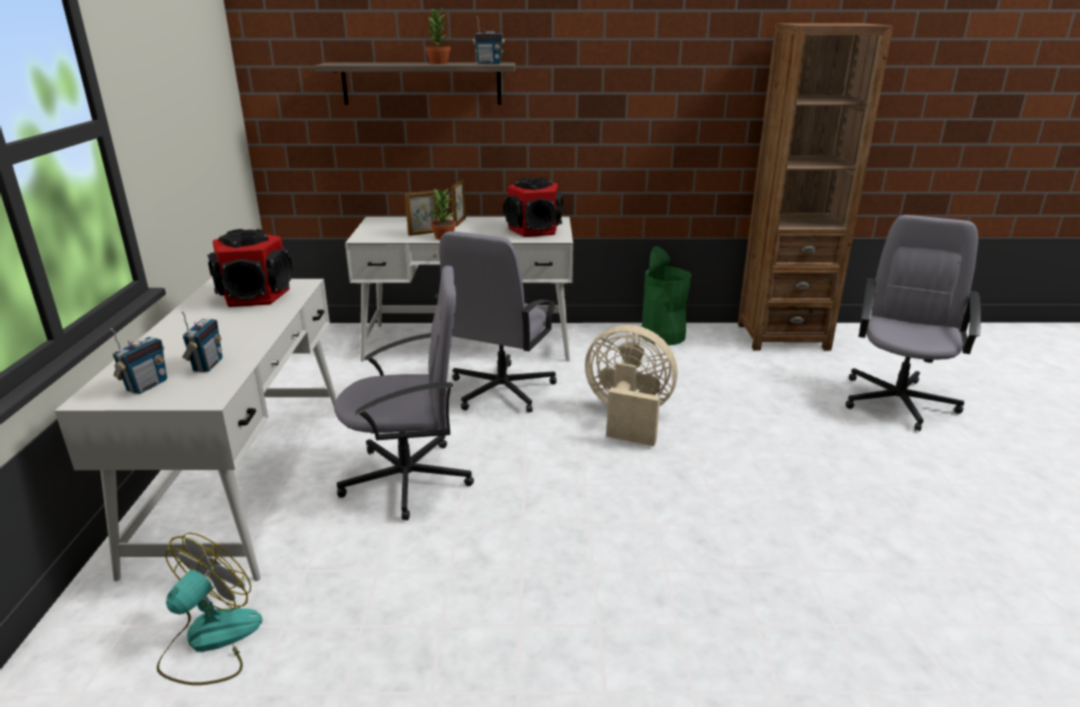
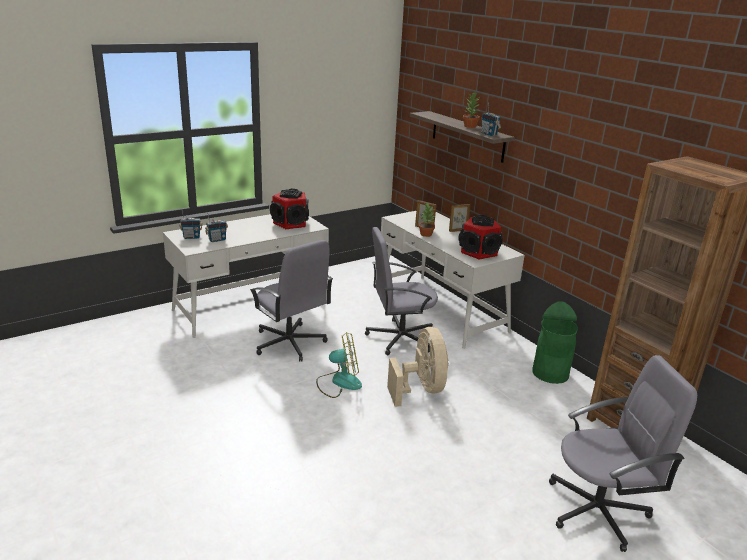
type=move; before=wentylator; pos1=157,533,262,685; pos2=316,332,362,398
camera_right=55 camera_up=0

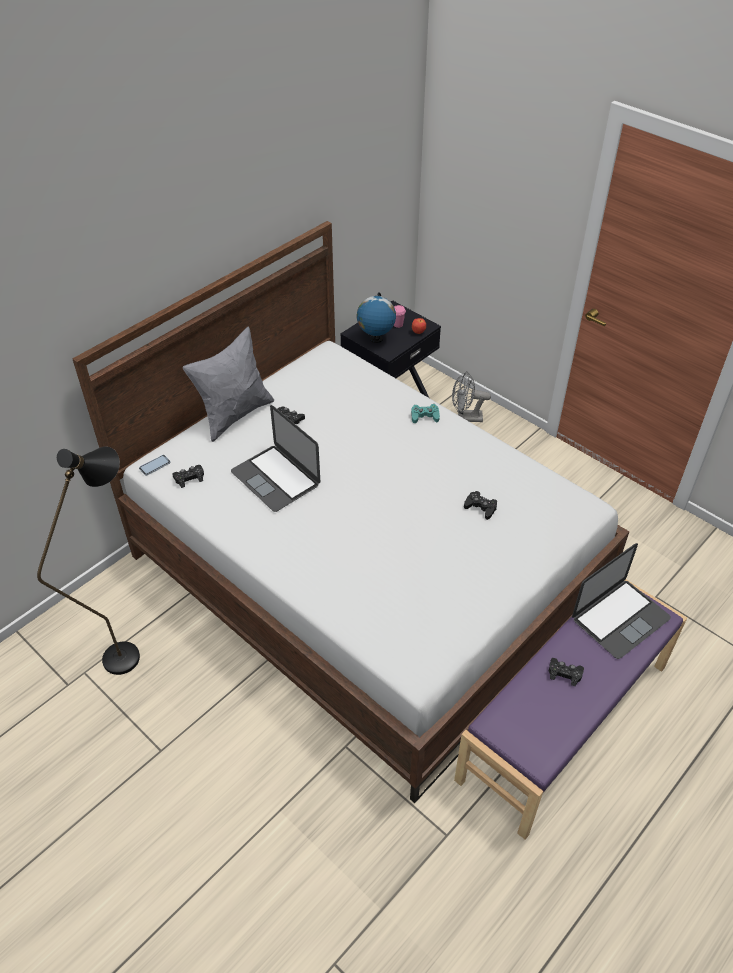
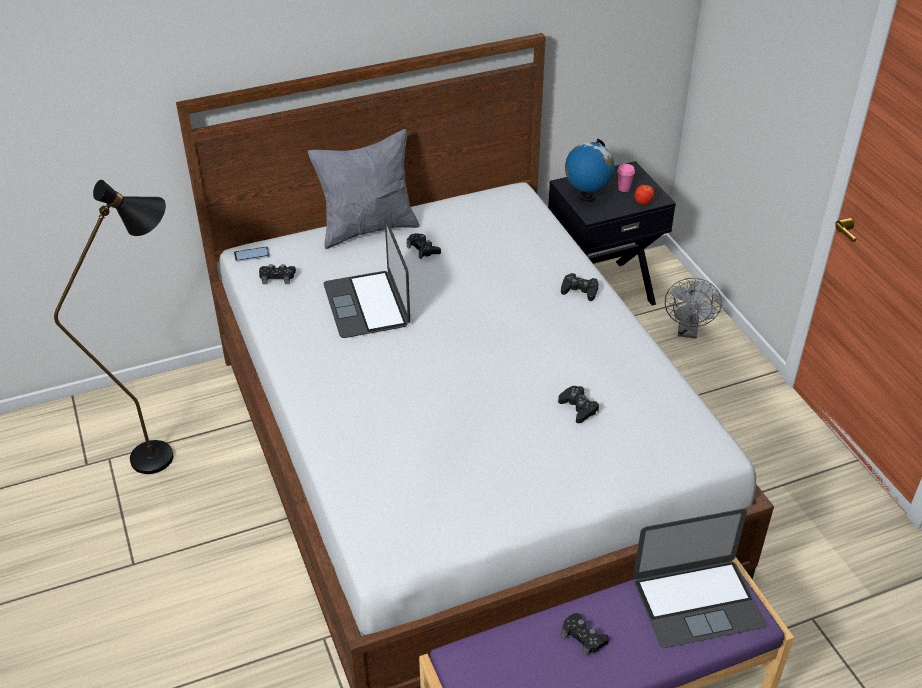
type=recolor; before=pad do gier/turkusowy; after=pad do gier/czarny; pos1=411,404,440,423; pos2=561,273,599,301
type=rotate; before=wentylator/szary; pos1=452,372,491,422; pos2=665,278,722,339; turn=-105
camera_right=25 camera_up=-5

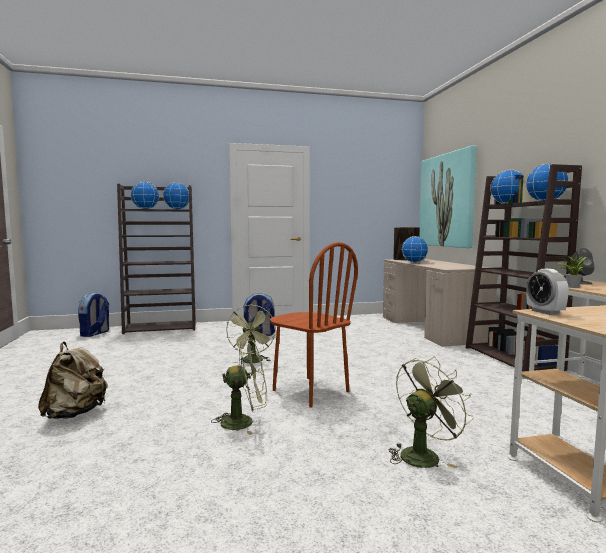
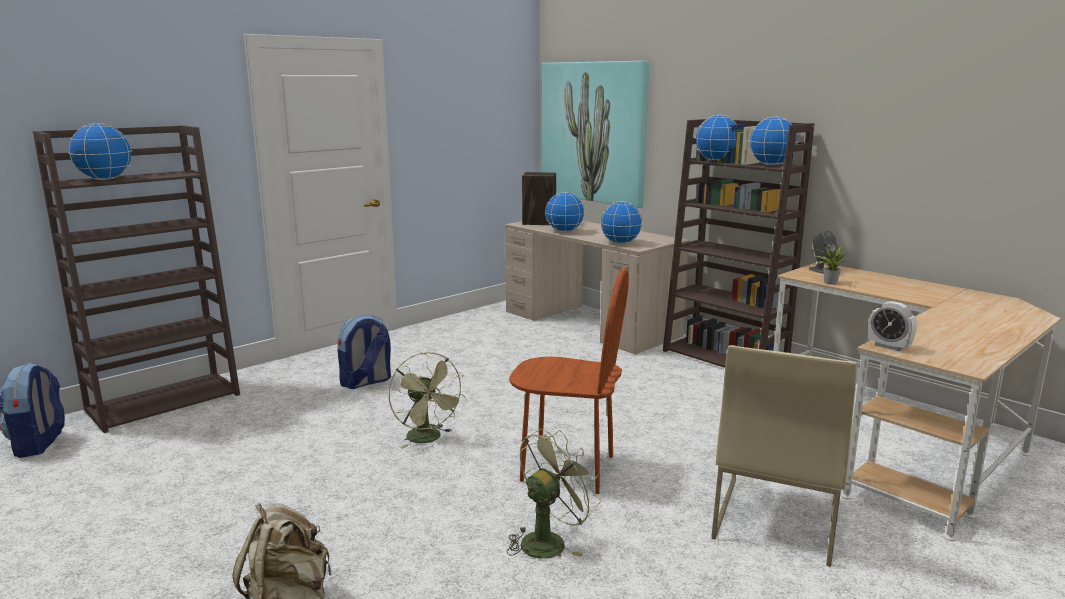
type=move; before=globus; pos1=163,182,189,209; pos2=600,201,643,244
type=replace; before=wentylator/zielony; after=krzesło/beżowy; pos1=389,357,474,468; pos2=711,345,856,567
camera_right=-30 camera_up=10

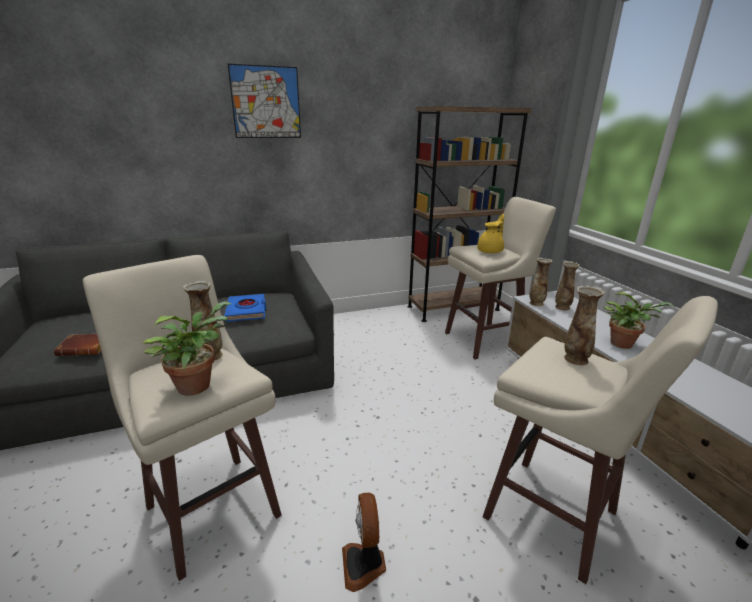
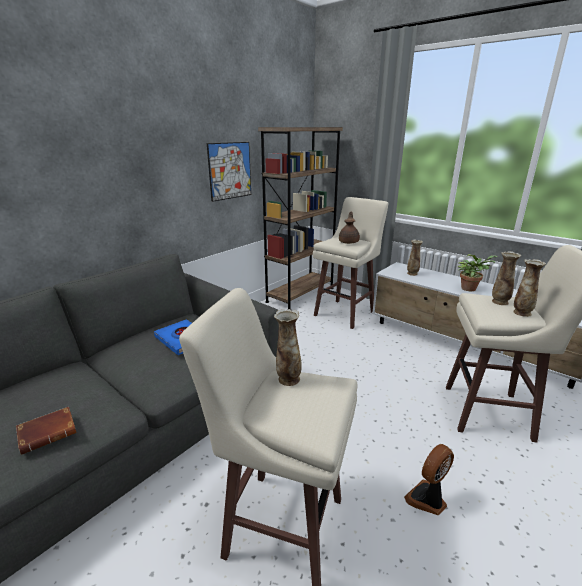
type=delete; before=roślina doniczkowa; pos1=143,301,232,396
type=move; before=obraz; pos1=228,64,301,138; pos2=207,142,251,202
type=move; before=wazon; pos1=529,258,552,306; pos2=513,259,546,317
type=recolor; before=imbryk/żółty; after=imbryk/brązowy; pos1=477,214,504,253; pos2=339,211,360,244
type=rotate; before=wentylator; pos1=342,493,386,592; pos2=404,444,454,515; turn=90
camera_right=-30 camera_up=0

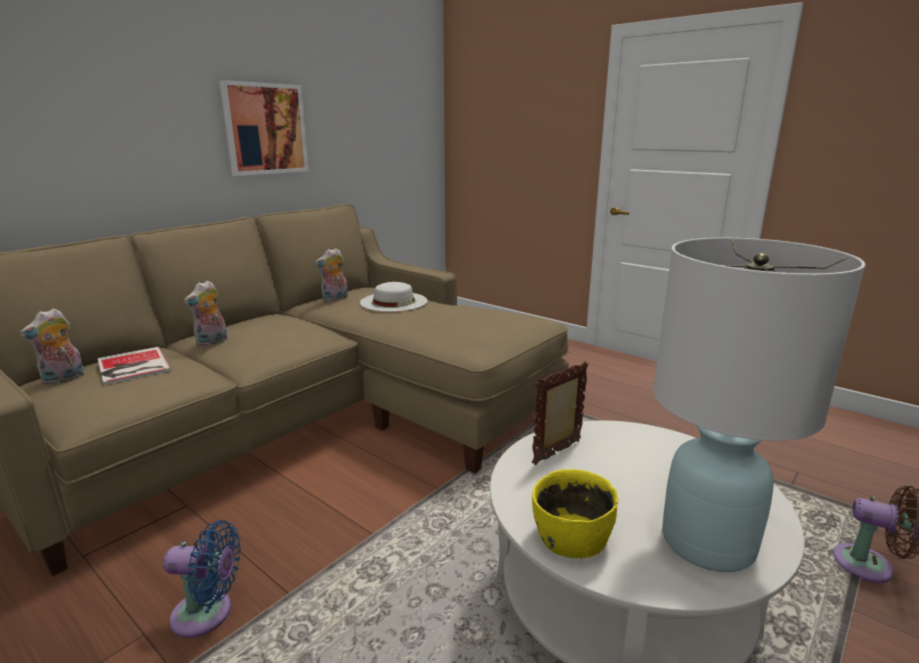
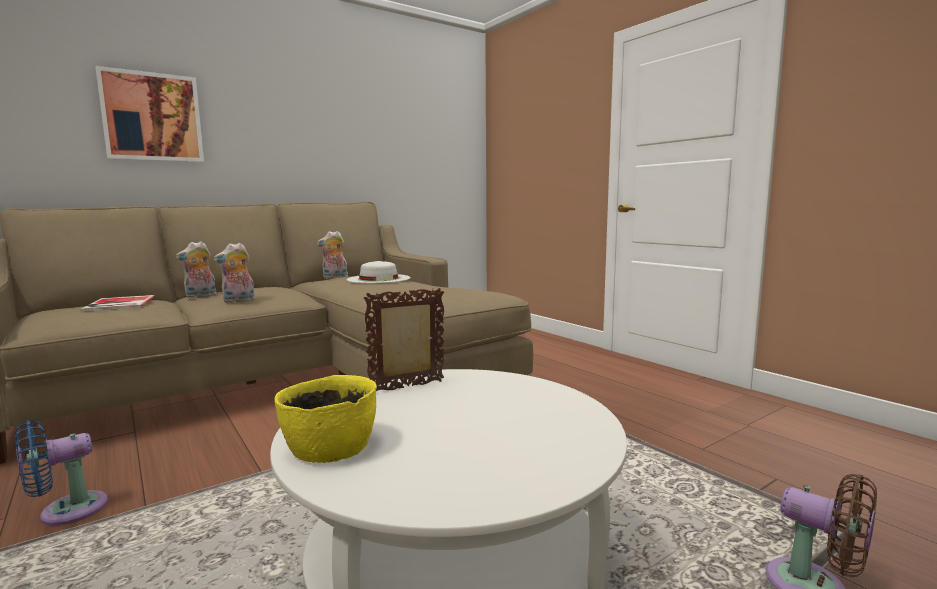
type=delete; before=lampa stołowa/biały; pos1=653,238,865,572
type=move; before=pluszak; pos1=19,308,85,385; pos2=213,243,255,303
type=move; before=obraz; pos1=219,80,309,176; pos2=95,66,204,162
type=rotate; before=wentylator/niebieski; pos1=163,520,241,638; pos2=15,420,108,526; turn=120
camera_right=15 camera_up=-10

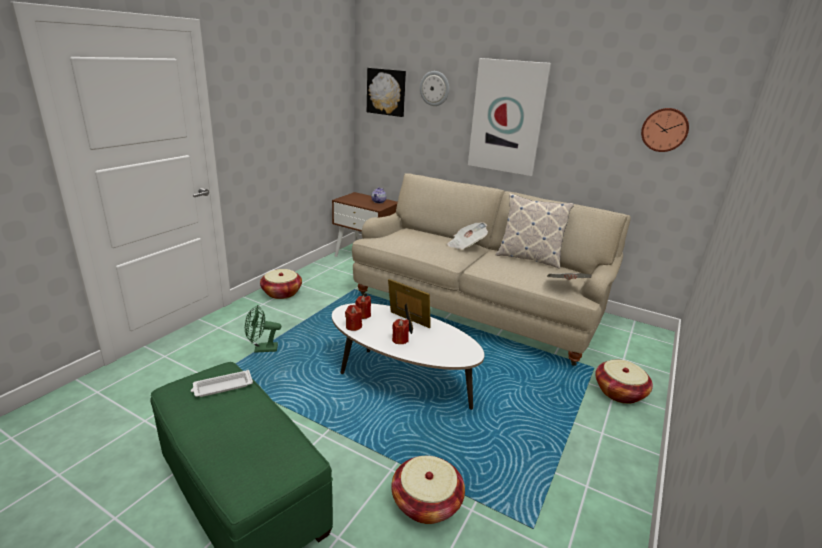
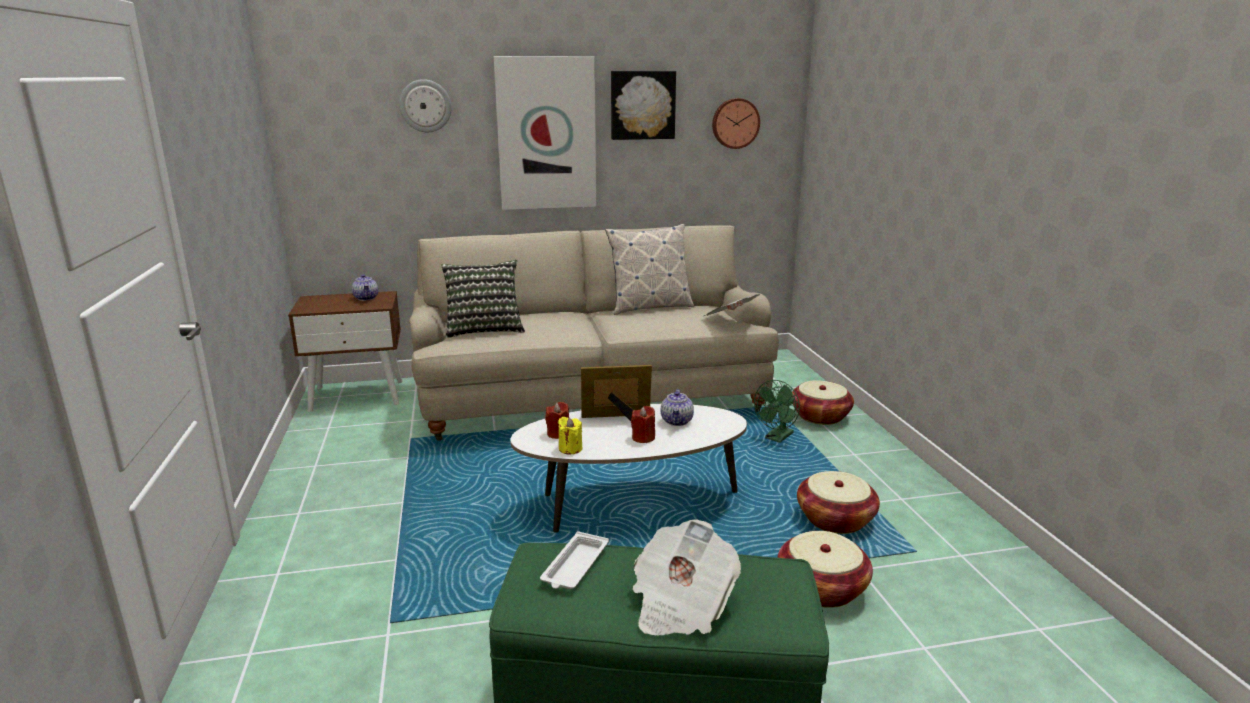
type=insert; after=poduszka; pos2=441,260,525,338
type=insert; after=imbryk; pos2=661,389,694,426
type=move; before=wentylator/zielony; pos1=245,305,281,353; pos2=754,380,800,443
type=move; before=koszyk; pos1=260,269,302,299; pos2=797,471,880,534
type=move; before=obraz; pos1=367,68,406,117; pos2=611,71,676,140
type=move; before=gazeta; pos1=447,222,488,250; pos2=633,519,741,636
type=recolor; before=świeca/czerwony; after=świeca/żółty; pos1=345,305,362,331; pos2=558,417,582,455
camera_right=-40 camera_up=-5

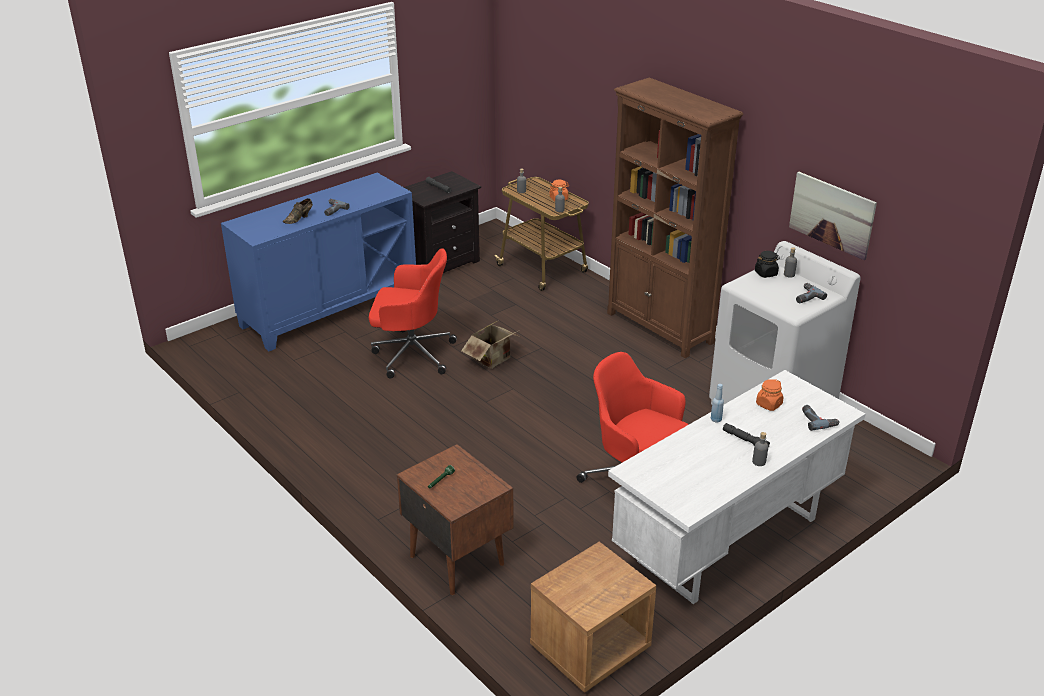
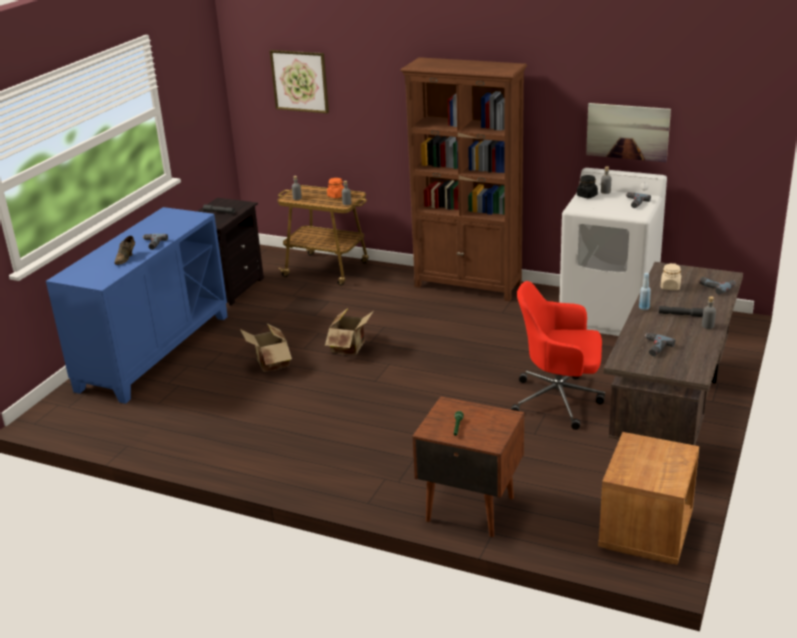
type=insert; after=obraz; pos2=270,50,329,113
type=insert; after=wiertarka; pos2=645,333,675,356
type=replace; before=krzesło biurowe/czerwony; after=karton; pos1=369,248,457,378; pos2=240,323,292,372
type=recolor; before=biurko/biały; after=biurko/brązowy; pos1=608,370,865,604; pos2=603,262,743,445
type=recolor; before=słoik/pomarańczowy; after=słoik/beżowy; pos1=756,379,783,411; pos2=661,263,681,290
camera_right=-25 camera_up=-5

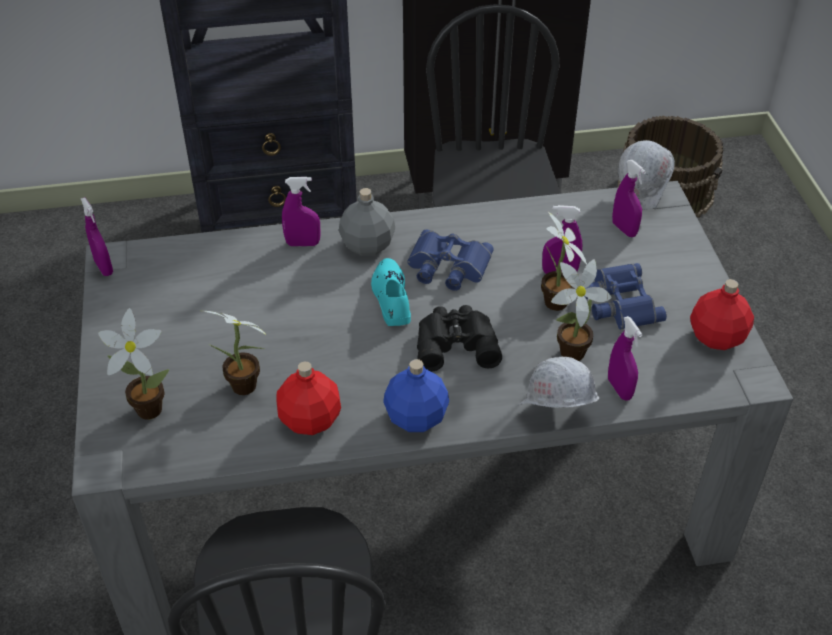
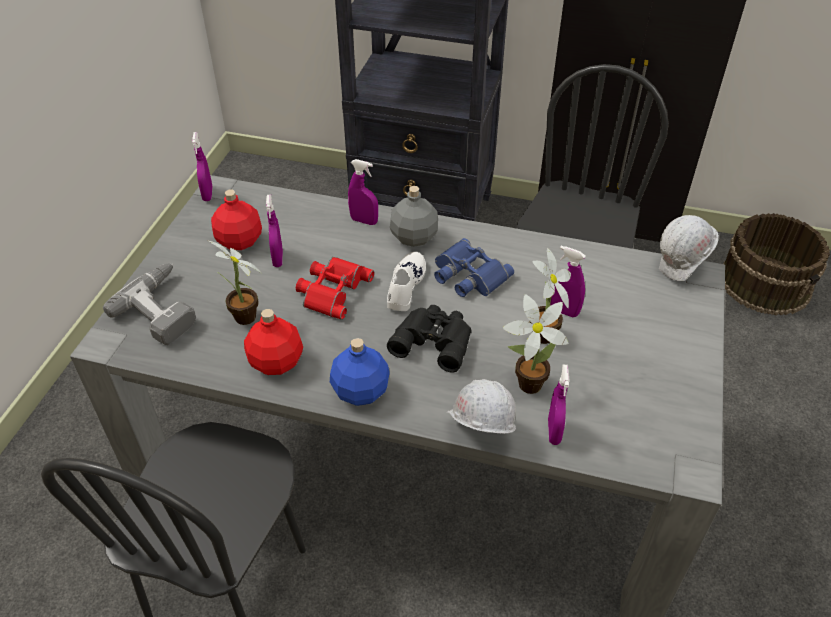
type=delete; before=lornetka/niebieski; pos1=585,263,667,330
type=insert; after=lornetka/czerwony; pos2=296,257,374,320
type=move; before=spryskiwacz/fioletowy; pos1=612,160,646,237; pos2=266,195,283,267
type=move; before=butelka/czerwony; pos1=690,279,754,350; pos2=211,189,262,250
type=replace; before=roślina doniczkowa; after=wiertarka; pos1=98,308,169,420; pos2=103,263,196,345
type=recolor; before=but/turkusowy; after=but/biały; pos1=371,258,411,326; pos2=387,251,426,311
camera_right=25 camera_up=0

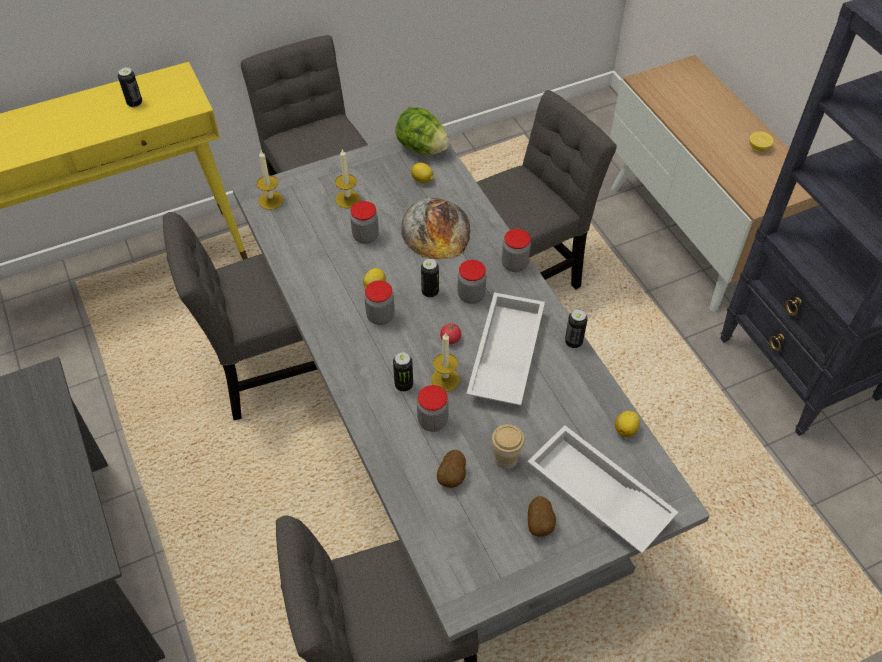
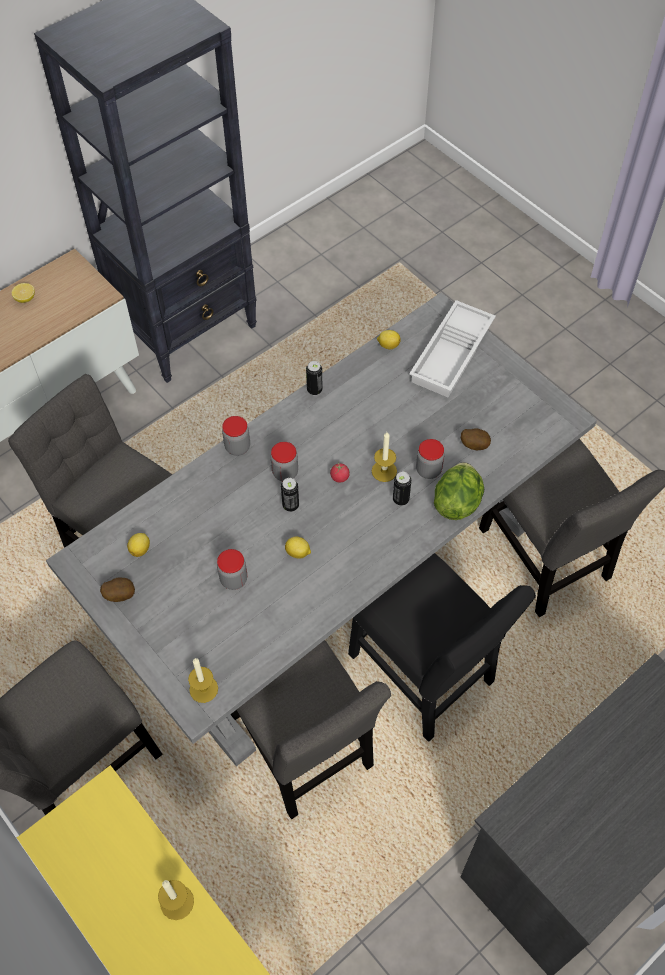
type=delete; before=puszka; pos1=118,67,142,108
type=delete; before=słoik; pos1=364,280,395,325
type=delete; before=chleb; pos1=401,198,470,259
type=delete; before=taca/biały; pos1=466,292,545,406
type=delete; before=filiżanka; pos1=491,424,525,469
type=insert; after=krzesło/czarny; pos2=348,553,536,742
type=move; before=świeca; pos1=335,148,360,208; pos2=158,880,194,920
type=move; before=sałata; pos1=395,107,450,155; pos2=434,462,484,520
type=move; before=ziemniak; pos1=528,496,556,537; pos2=100,577,135,602
camera_right=-105 camera_up=5

